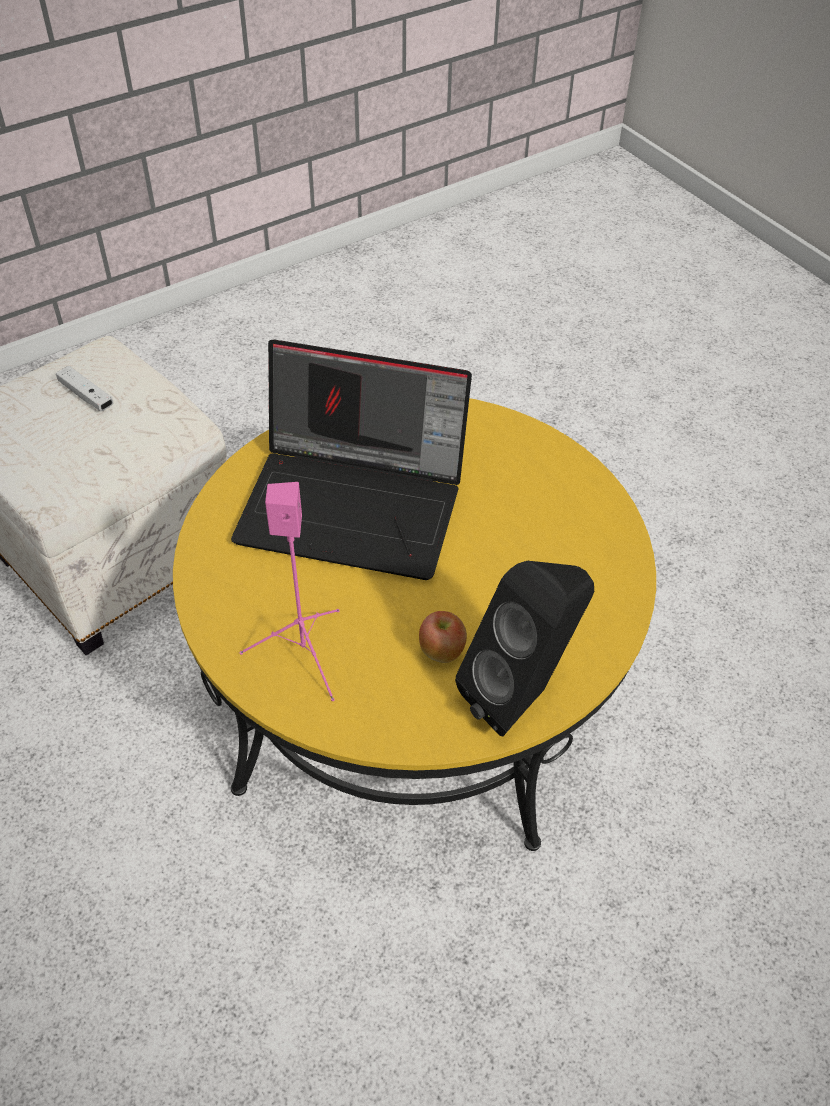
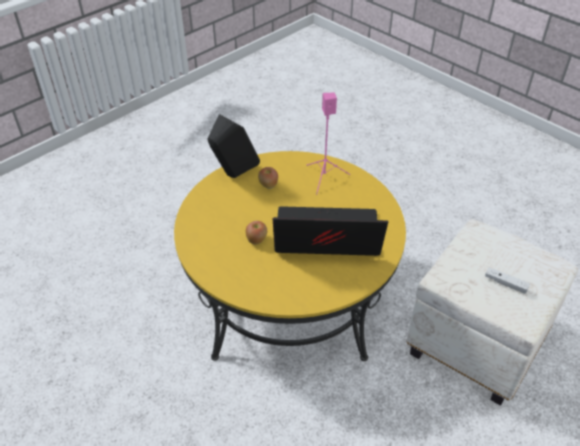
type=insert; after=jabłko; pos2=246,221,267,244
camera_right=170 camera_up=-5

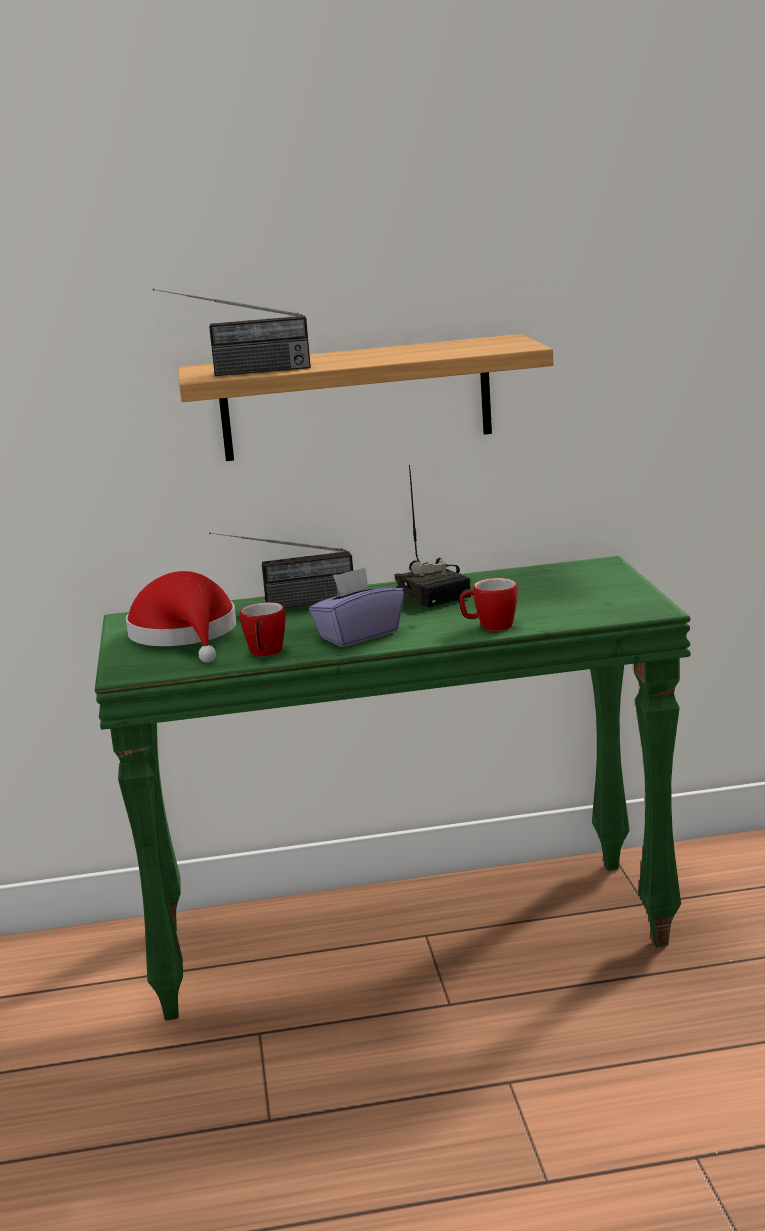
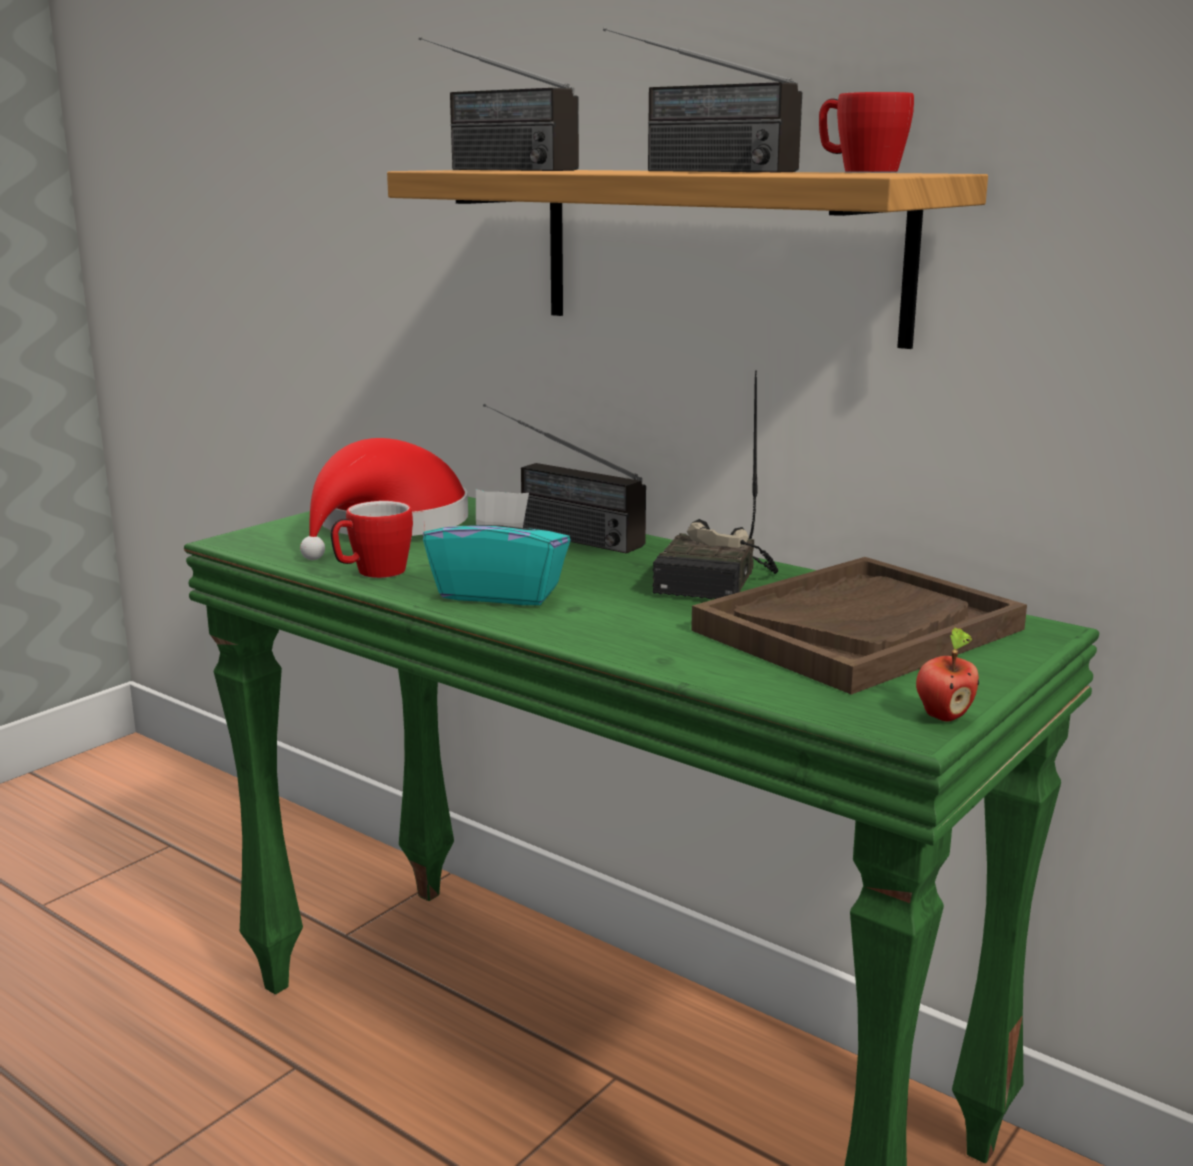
type=insert; after=radio; pos2=603,27,802,172
type=insert; after=taca/brązowy; pos2=691,557,1027,695
type=insert; after=jabłko; pos2=916,627,979,721
type=move; before=kubek; pos1=459,578,518,631; pos2=819,92,914,172
type=recolor; before=pudełko chusteczek/fioletowy; after=pudełko chusteczek/turkusowy; pos1=309,567,404,647; pos2=423,489,571,605
camera_right=45 camera_up=0

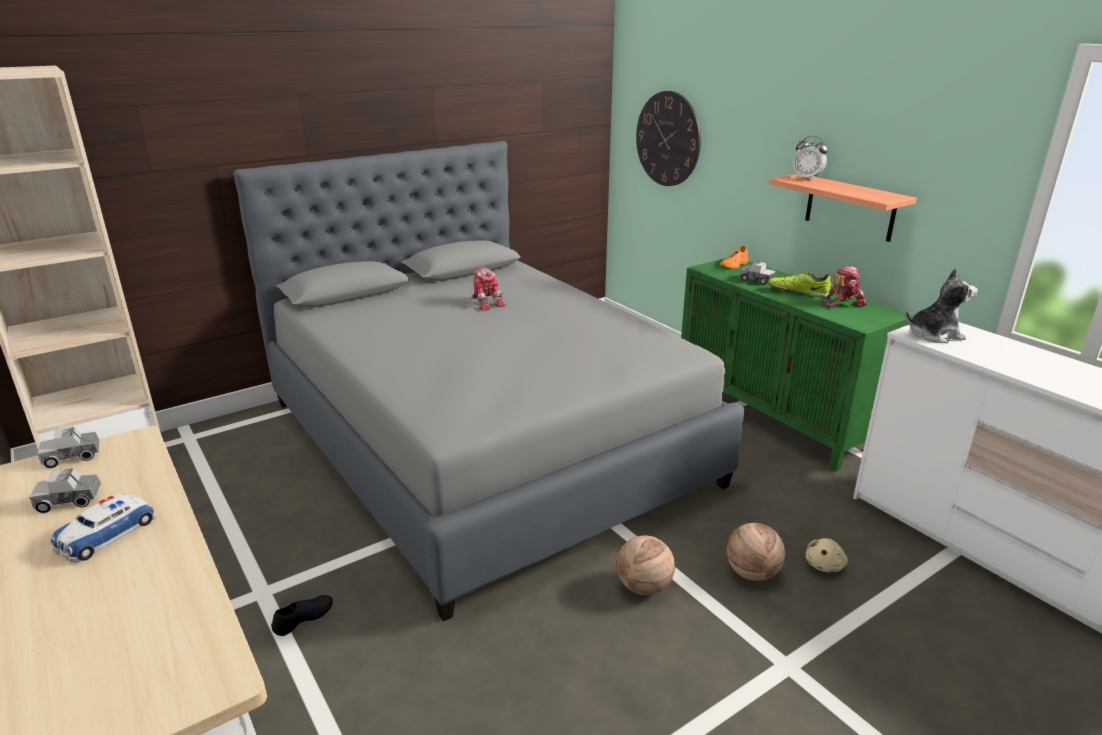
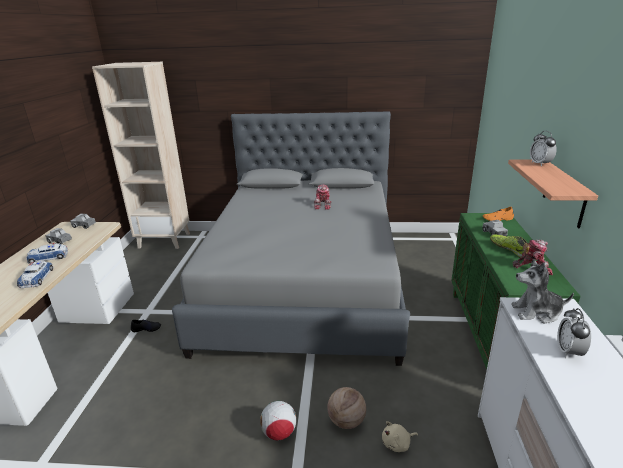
type=delete; before=piłka do koszykówki; pos1=617,535,675,595
type=delete; before=zegar ścienny; pos1=636,91,701,186
type=insert; after=samochodzik; pos2=17,261,54,288
type=insert; after=piłka futbolowa; pos2=260,401,297,440
type=insert; after=budzik; pos2=557,308,591,358
type=rotate; before=pluszak; pos1=906,269,978,343; pos2=511,259,574,323; turn=150
camera_right=40 camera_up=0

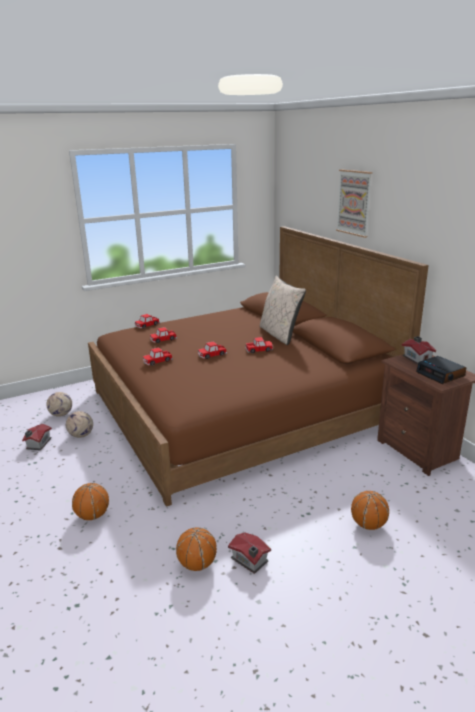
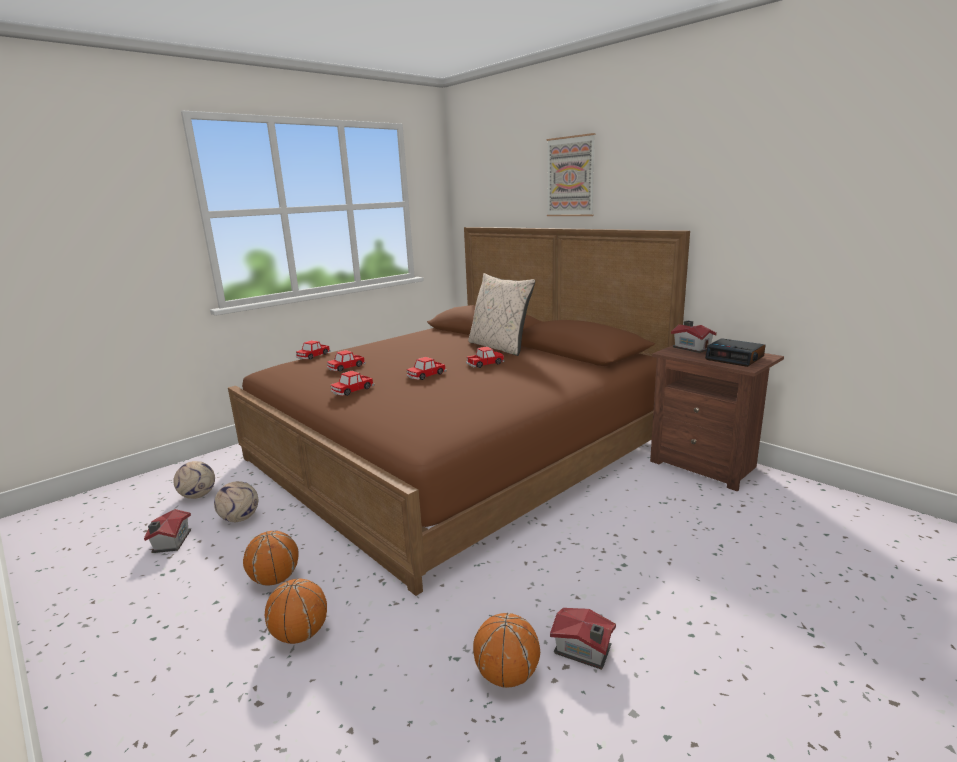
type=move; before=piłka do koszykówki; pos1=351,491,389,530; pos2=243,531,299,585
camera_right=-15 camera_up=-5

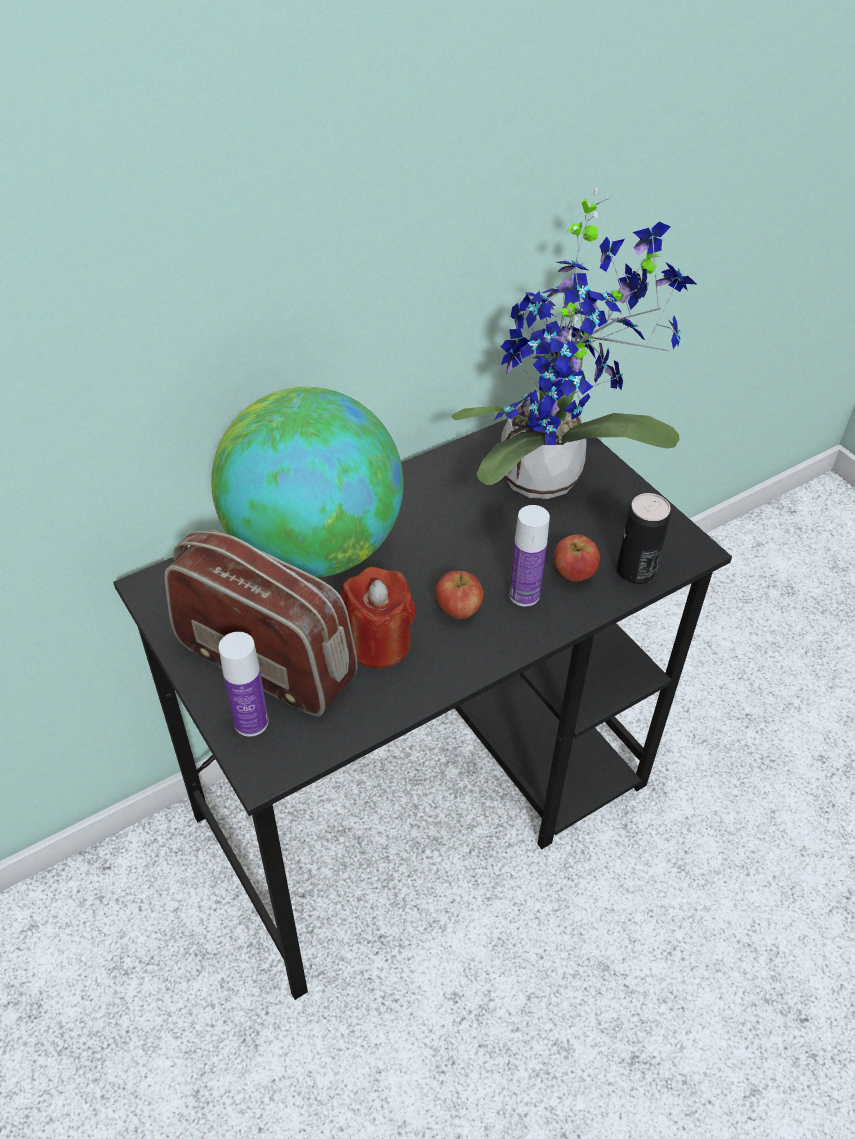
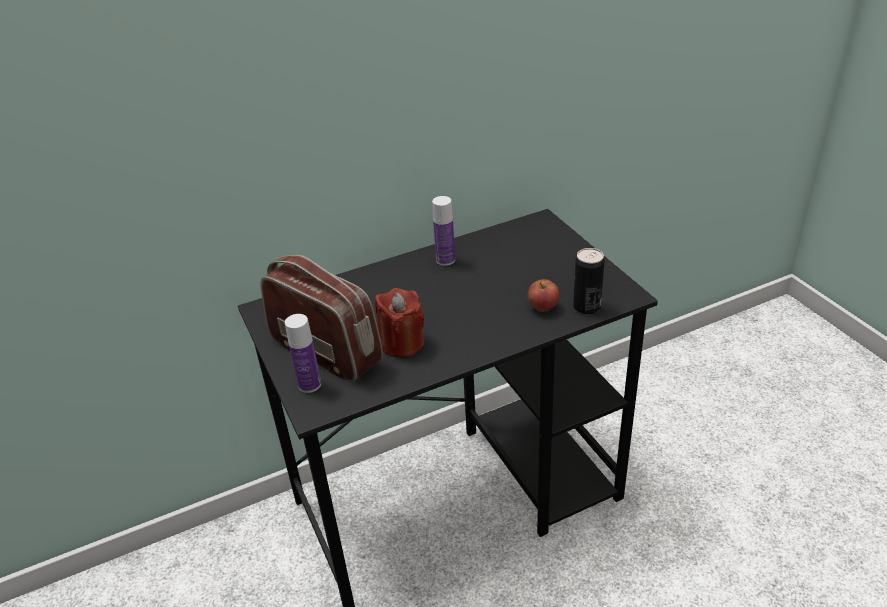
type=delete; before=globus; pos1=211,387,403,578
type=delete; before=jabłko; pos1=435,571,484,619
type=delete; before=roślina doniczkowa; pos1=452,187,696,499
type=move; before=butelka; pos1=509,505,550,607; pos2=432,196,455,266
camera_right=10 camera_up=-10

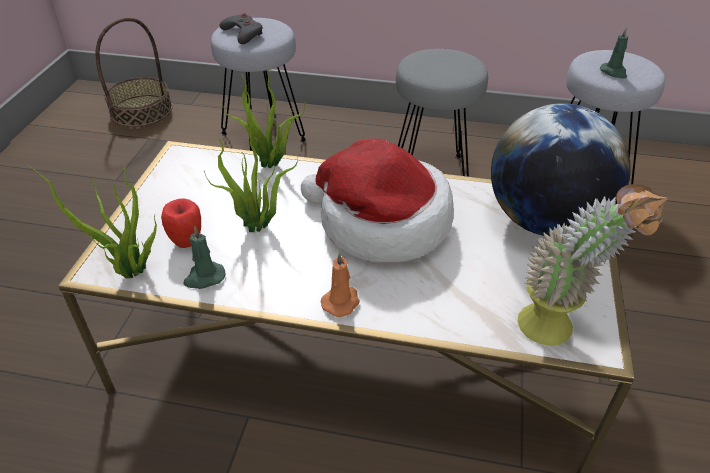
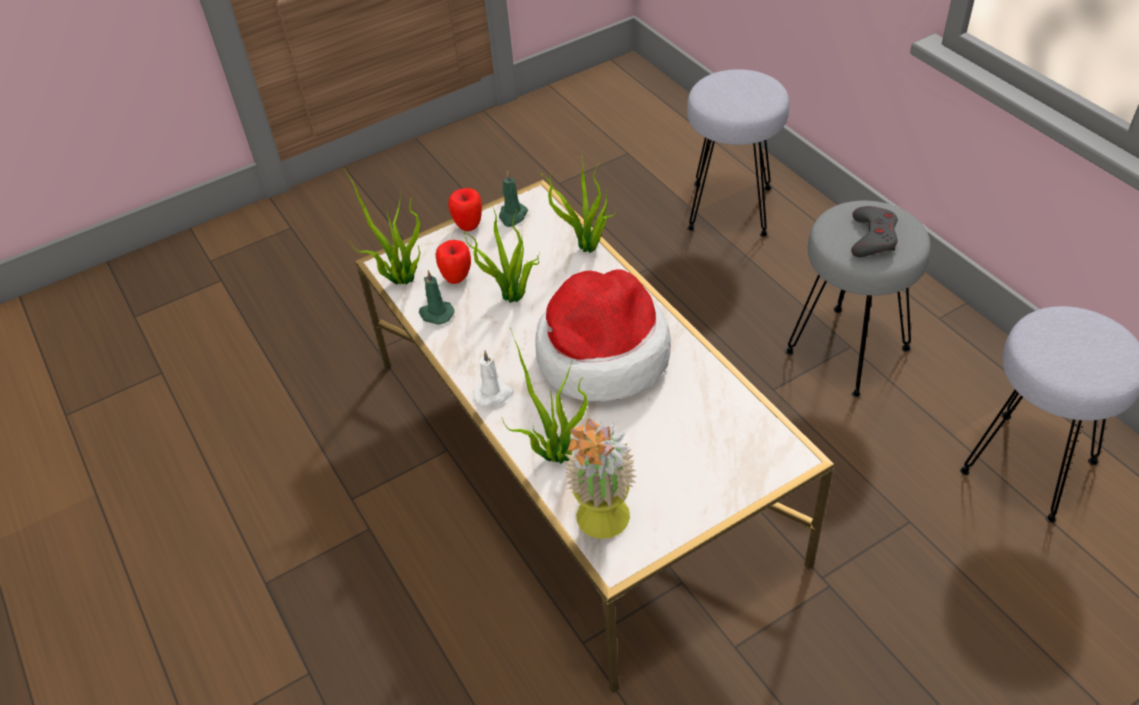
type=delete; before=koszyk; pos1=96,17,172,127
type=delete; before=globus; pos1=491,103,631,237
type=insert; after=jabłko; pos2=448,188,482,231
type=insert; after=roślina doniczkowa; pos2=502,328,588,464
type=move; before=pad do gier/szary; pos1=220,13,263,44; pos2=851,206,898,257
type=move; before=świeca/zielony; pos1=600,27,628,79; pos2=499,171,528,227
type=recolor; before=świeca/pomarańczowy; after=świeca/biały; pos1=320,252,360,317; pos2=474,350,514,406
camera_right=50 camera_up=5

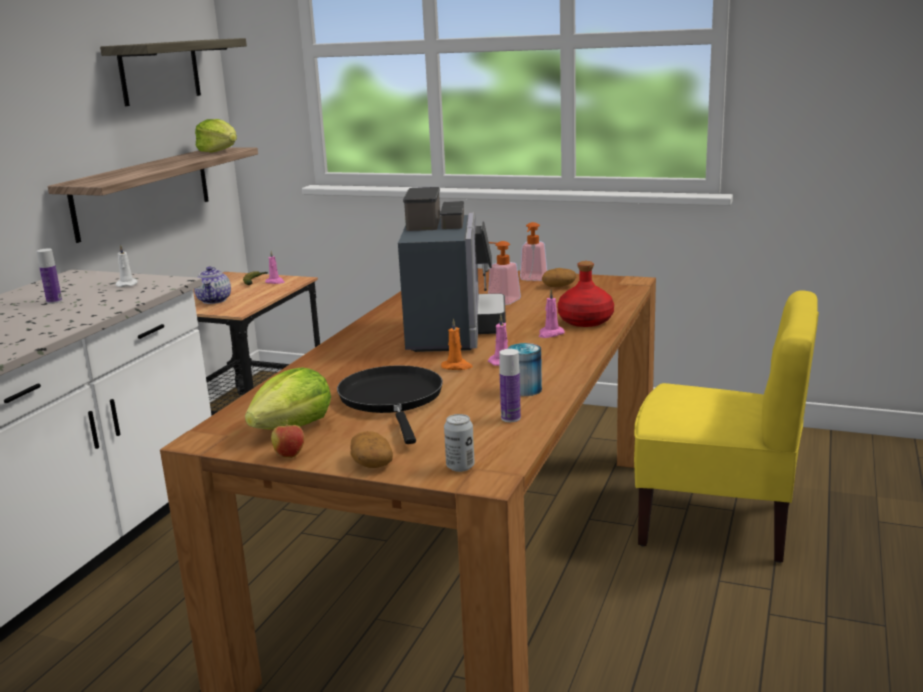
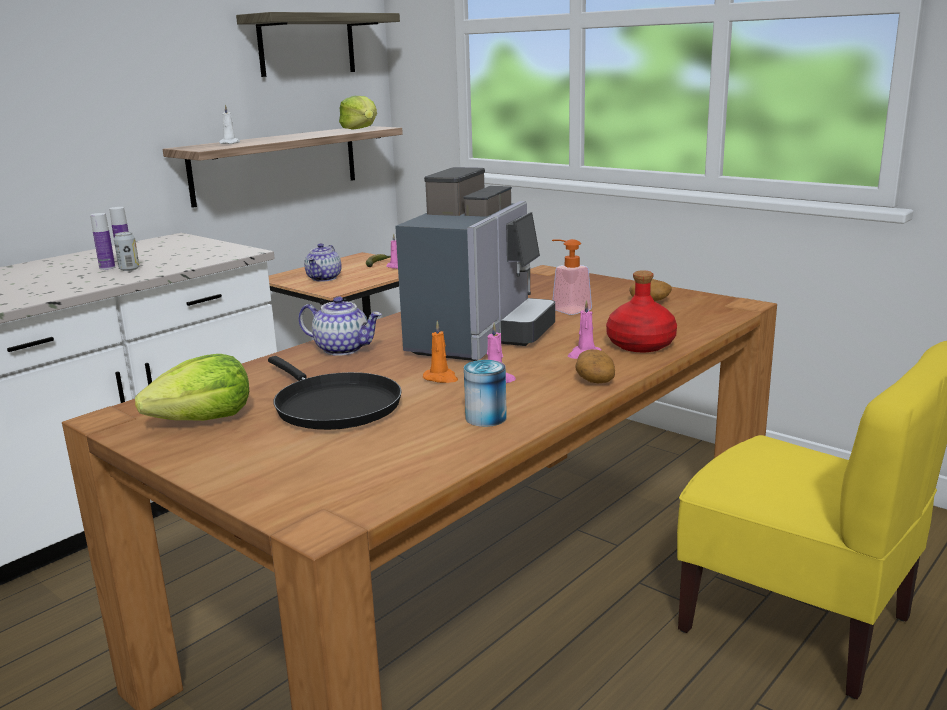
type=delete; before=jabłko; pos1=271,420,304,458
type=delete; before=dozownik mydła; pos1=520,222,547,281
type=insert; after=imbryk; pos2=298,296,382,356
type=move; before=świeca/biały; pos1=116,244,138,287; pos2=219,104,240,144
type=move; before=ziemniak; pos1=351,431,393,468; pos2=576,349,615,383
type=move; before=puszka; pos1=444,414,474,472; pos2=114,232,140,271
type=move; before=butelka; pos1=499,349,521,422; pos2=90,213,115,270
type=rotate; before=patelnia/czarny; pos1=337,365,443,444; pos2=268,356,402,430; turn=135
camera_right=20 camera_up=0

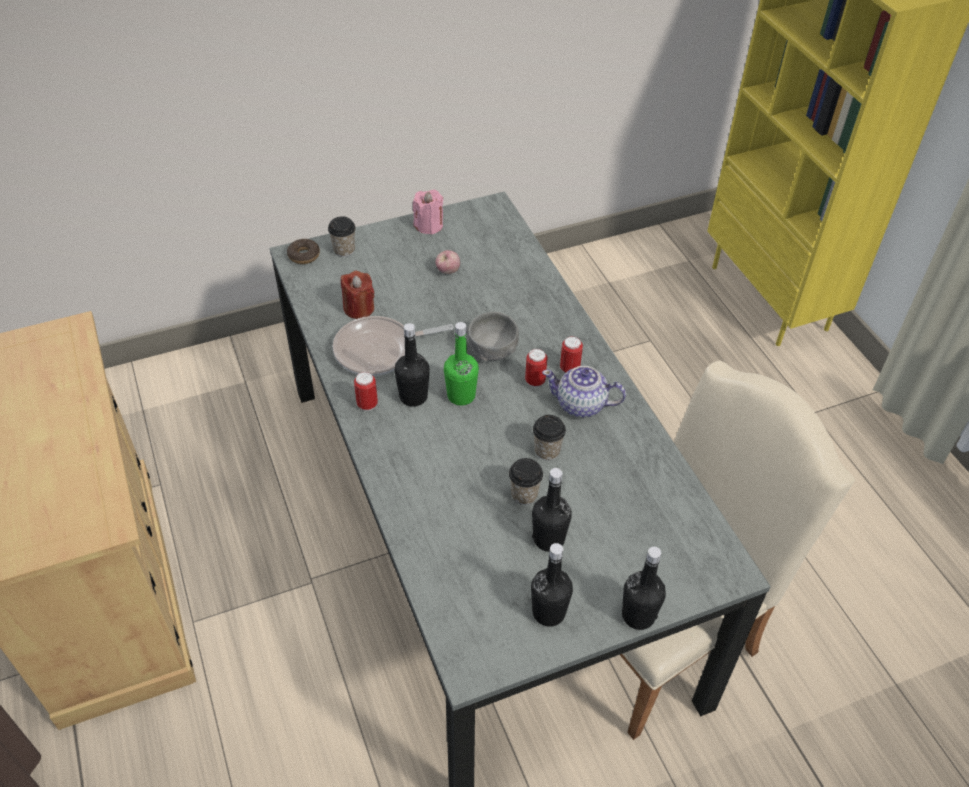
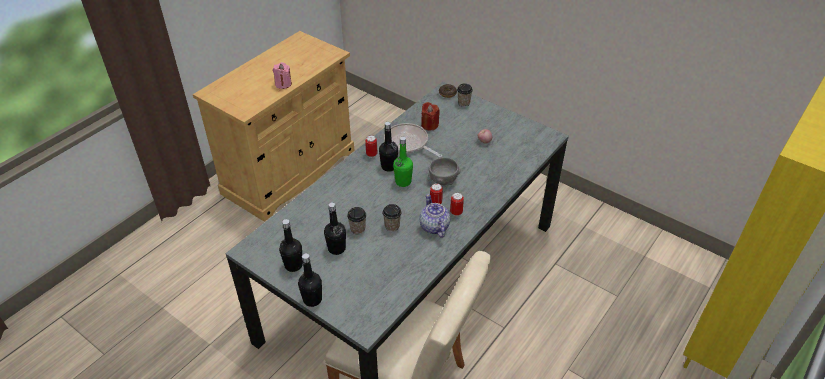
type=move; before=świeca/różowy; pos1=413,190,443,235; pos2=273,62,292,89
camera_right=60 camera_up=-5

